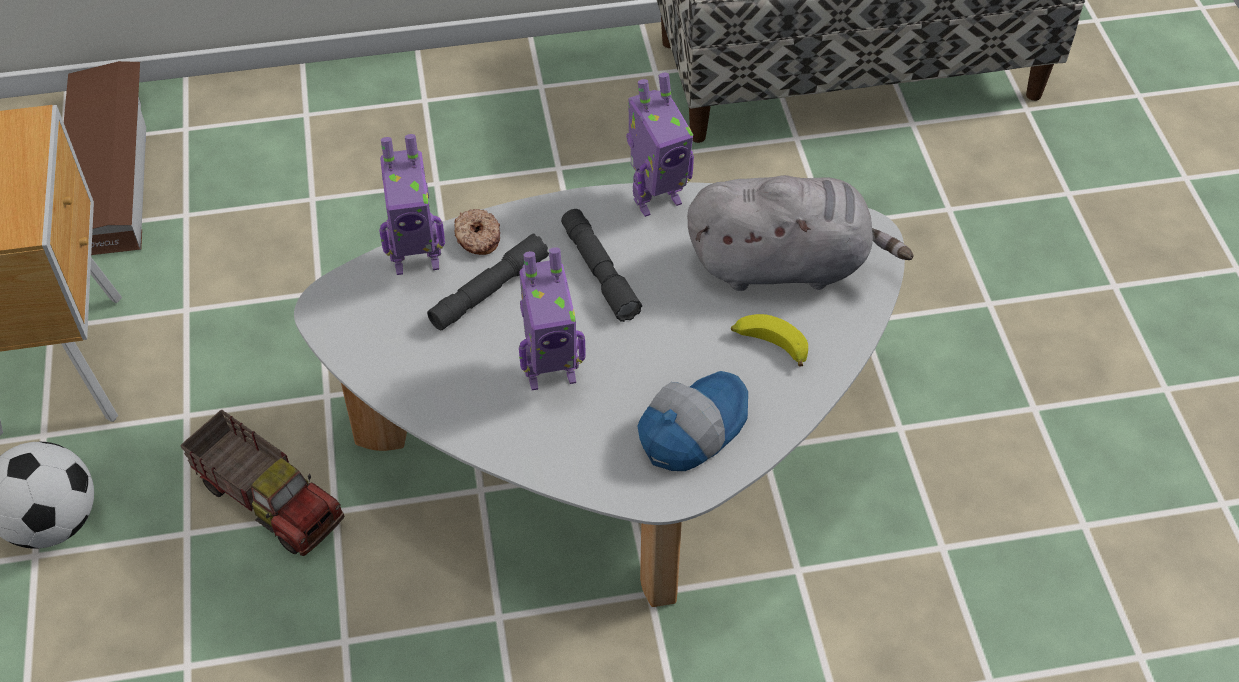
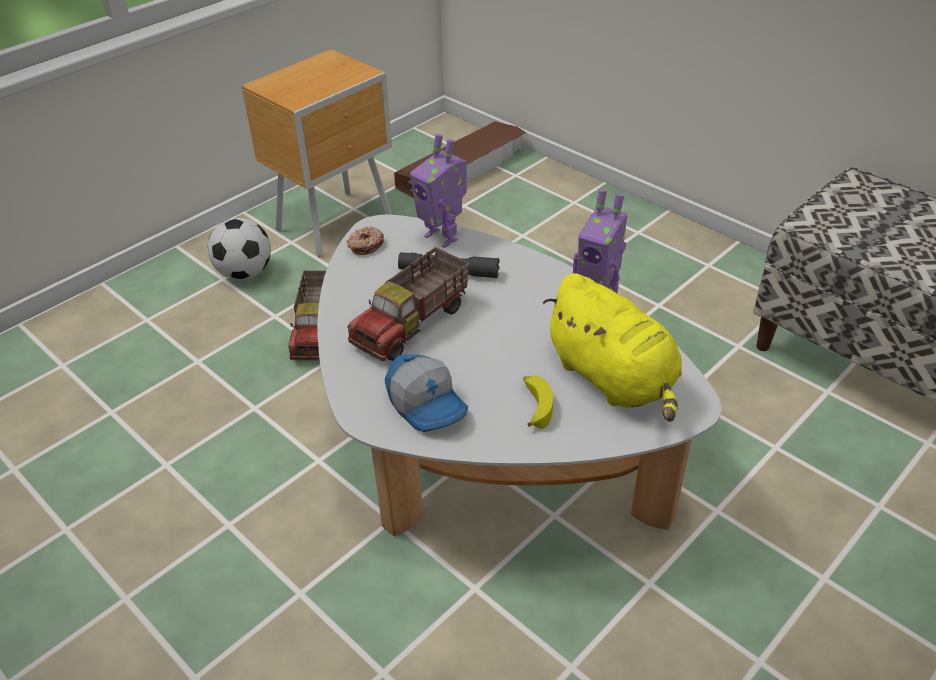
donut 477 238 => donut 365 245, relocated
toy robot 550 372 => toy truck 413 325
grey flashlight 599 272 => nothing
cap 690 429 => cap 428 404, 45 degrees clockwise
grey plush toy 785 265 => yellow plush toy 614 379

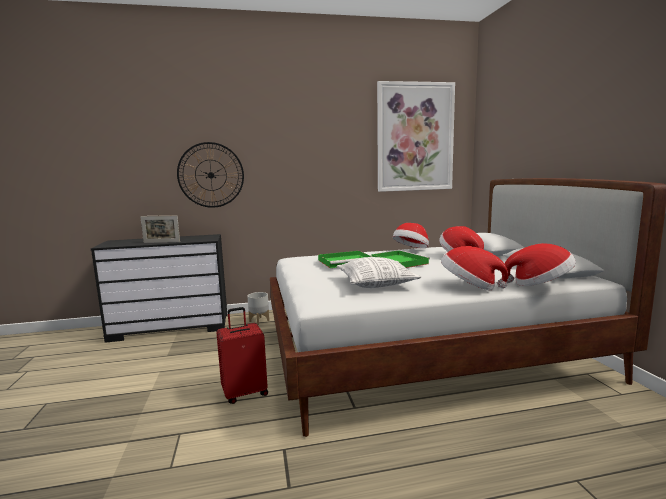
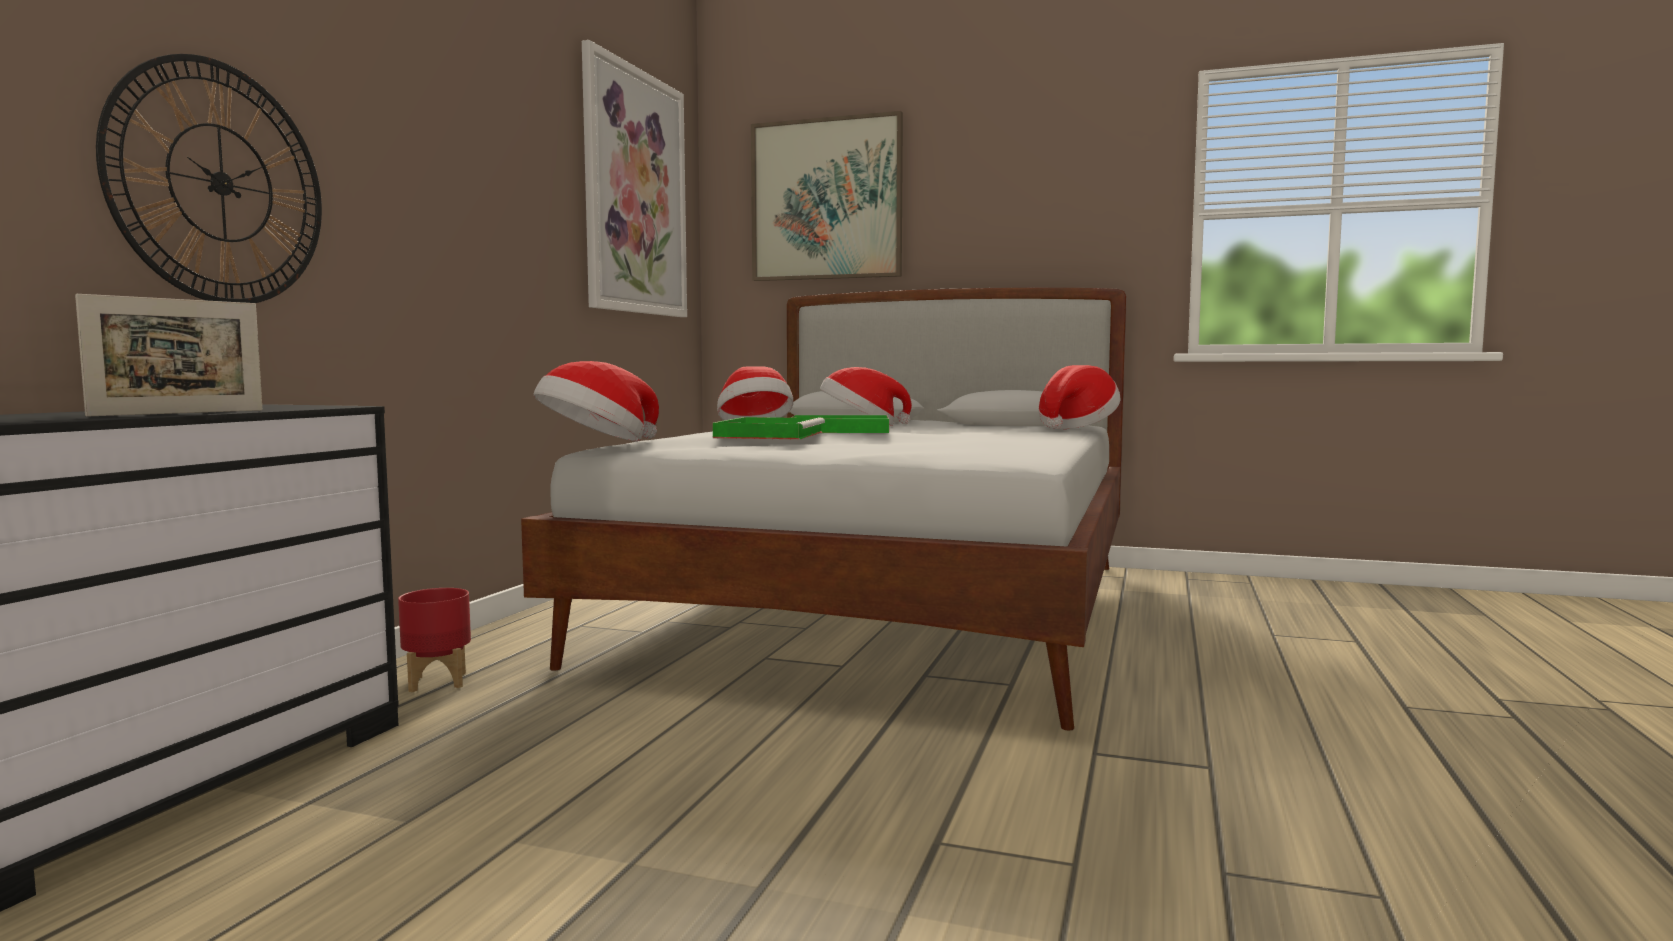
red suitcase 245 393 => nothing
grey planter 259 321 => red planter 438 682
pillow 376 284 => nothing
hat 470 287 => hat 596 443, relocated
nothing => picture 826 199

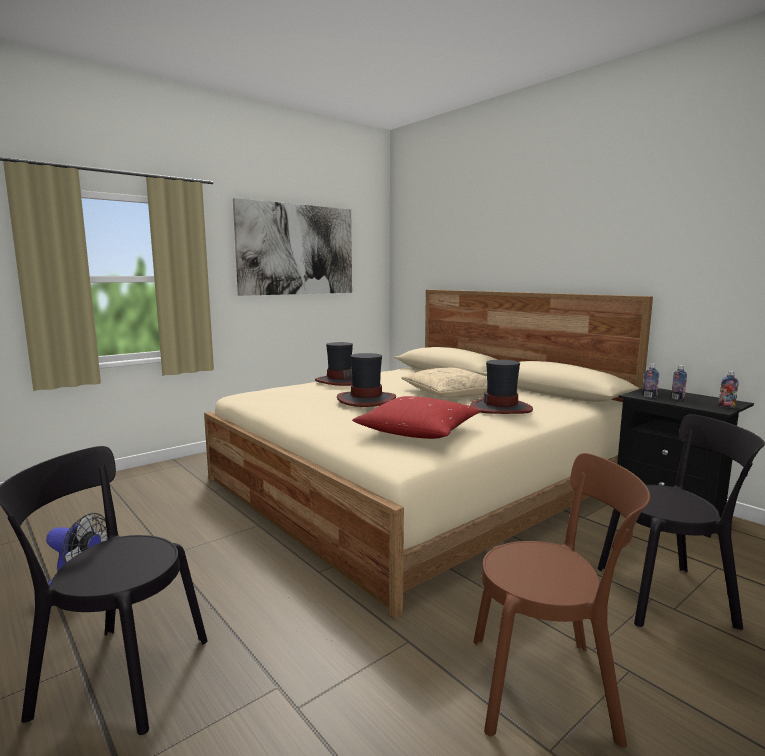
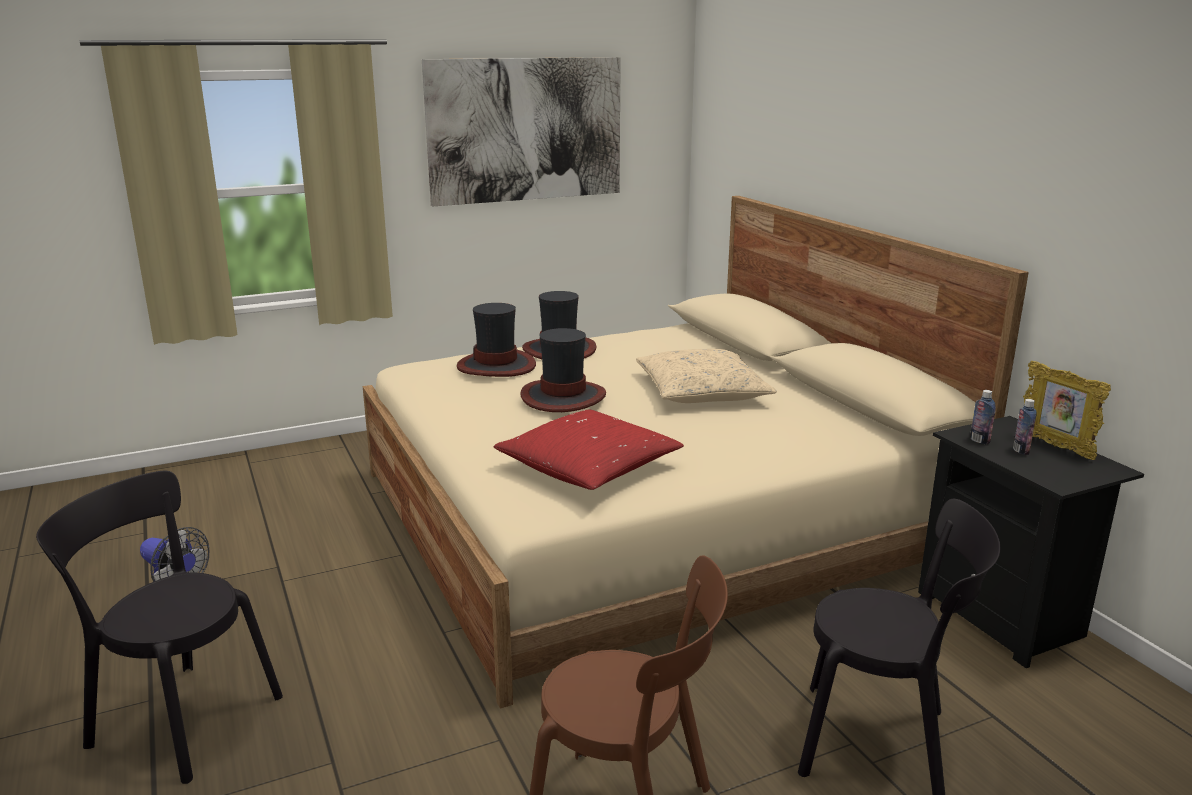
hat 501 408 => hat 497 366, relocated
bottle 726 406 => nothing
nothing => picture frame 1055 446

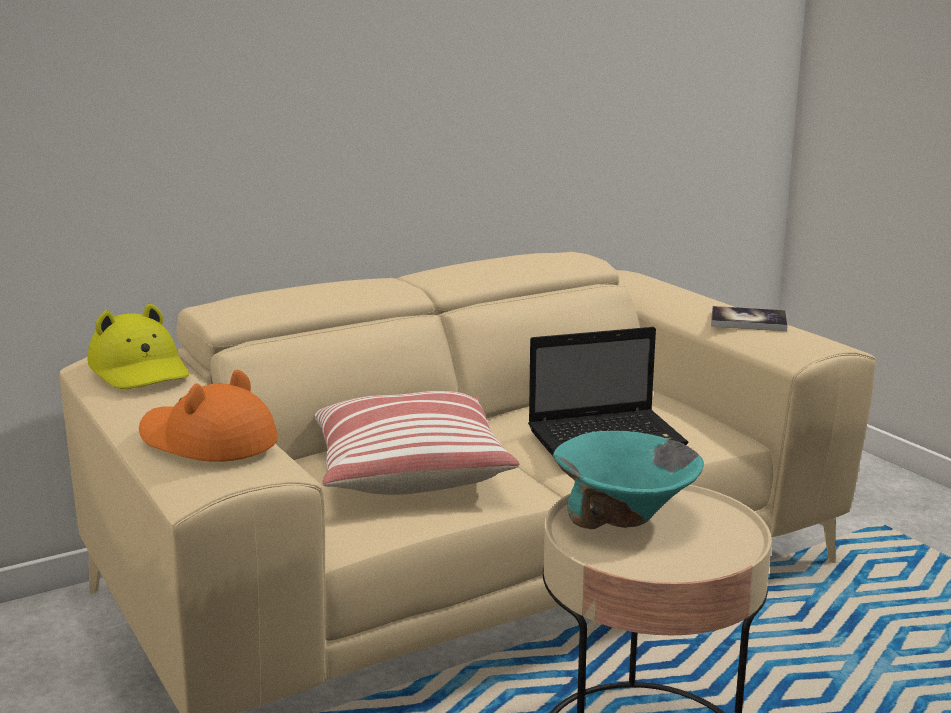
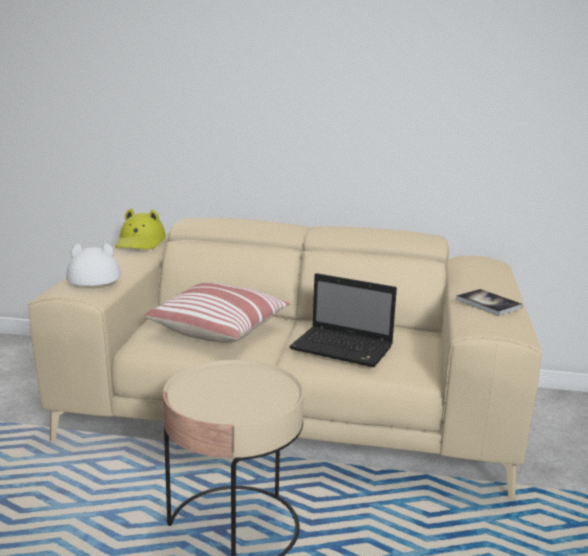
orange hat 207 441 => white hat 94 276
turquoise bowl 625 516 => nothing

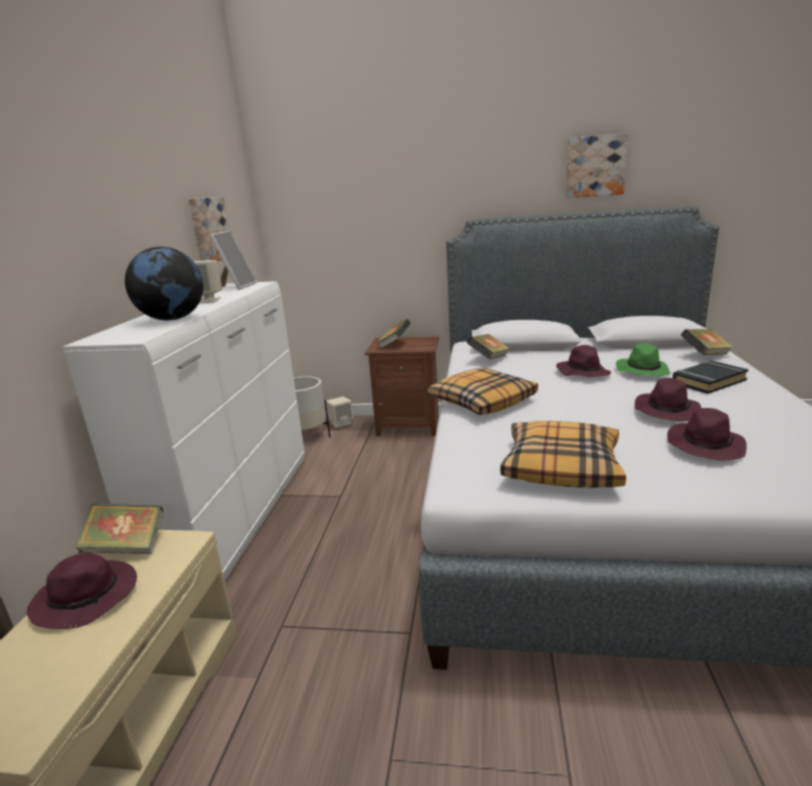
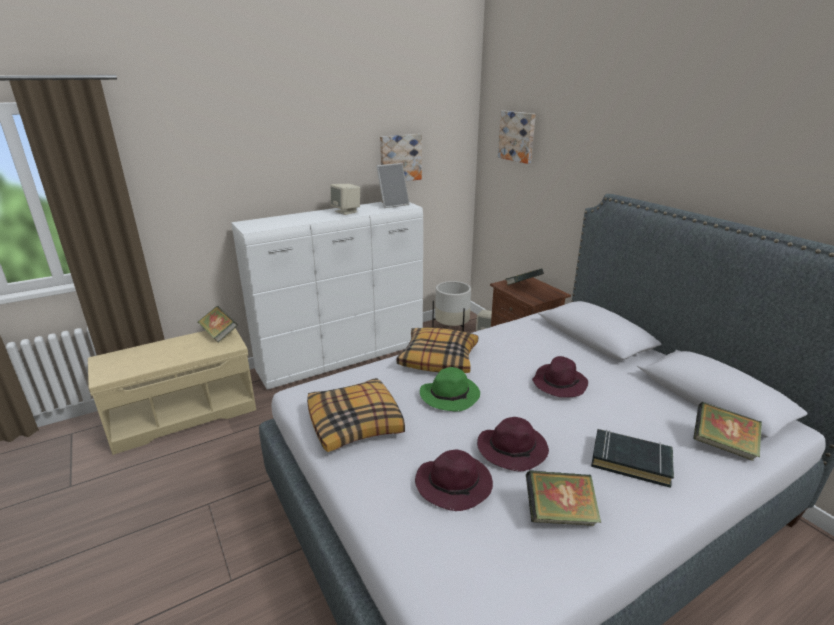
purple hat 88 597 => nothing
globe 173 319 => nothing
book 489 359 => book 559 514, relocated
picture 595 166 => picture 517 136, relocated
green hat 642 371 => green hat 450 395, relocated

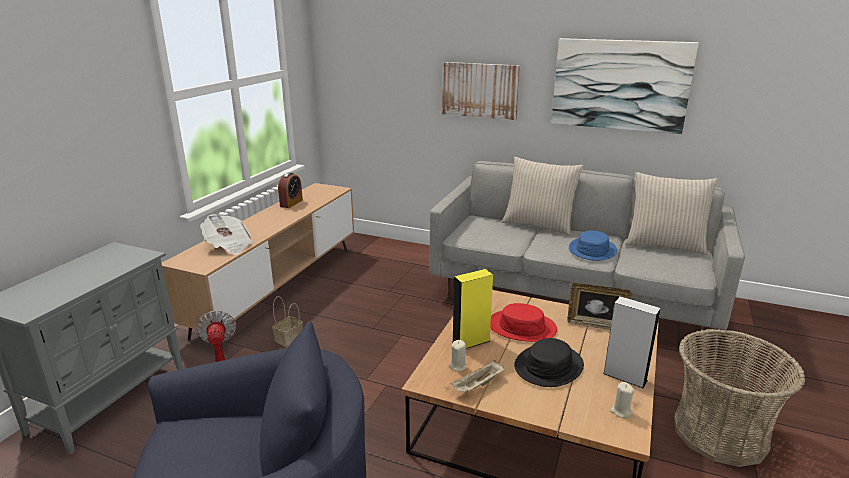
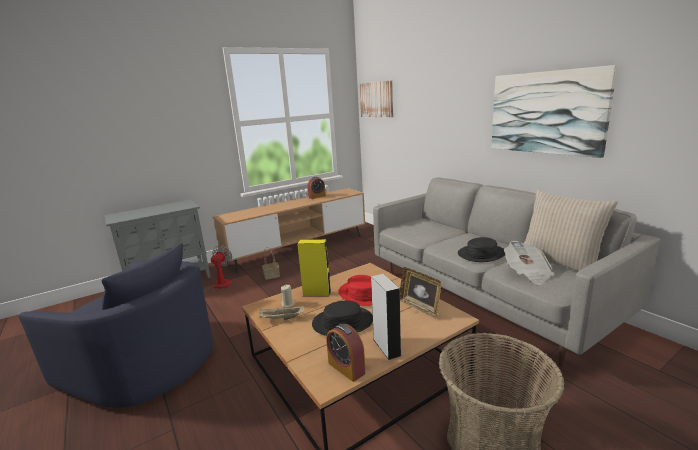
newspaper 228 246 => newspaper 527 274, relocated
picture 480 90 => picture 376 99, relocated
beige pillow 538 225 => nothing
blue hat 592 250 => black hat 481 254
beige candle 621 411 => alarm clock 346 368

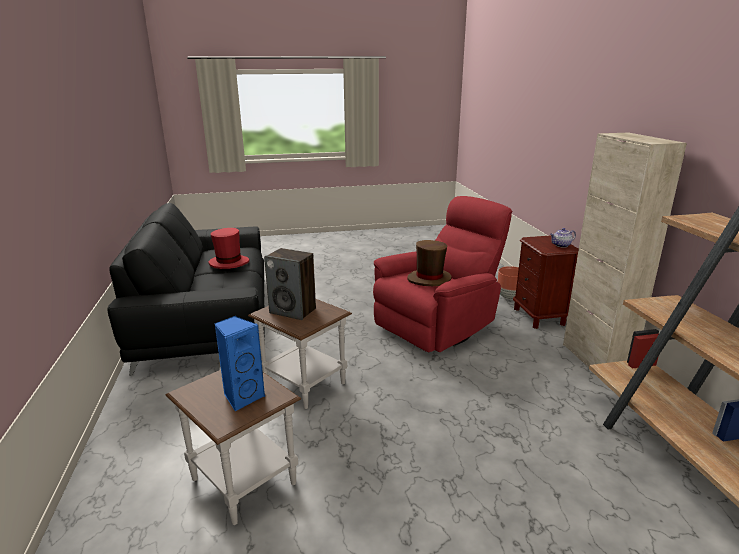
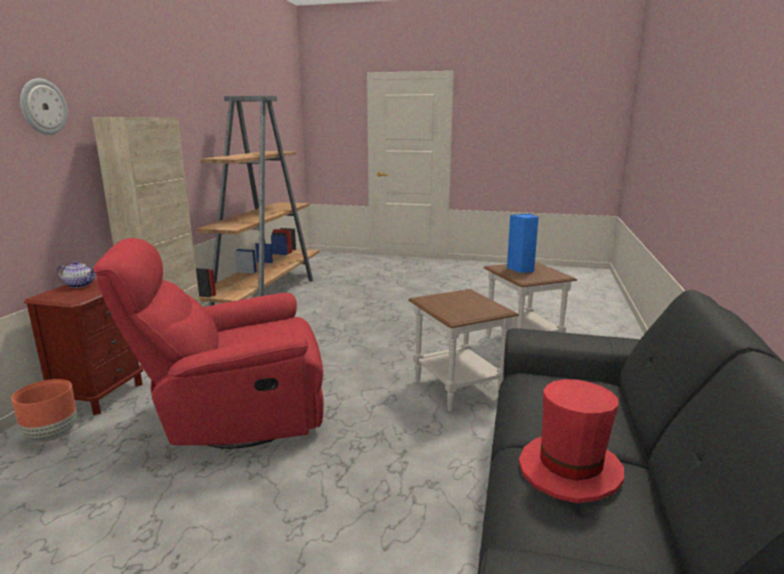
speaker 293 311 => nothing
brown hat 429 279 => nothing
nothing => wall clock 43 107

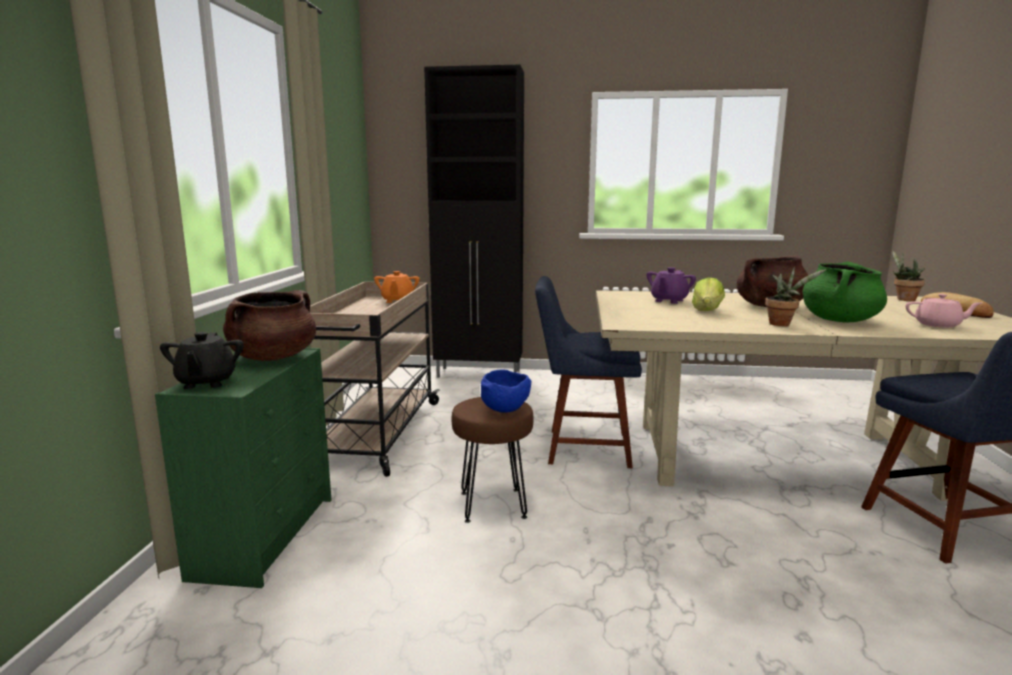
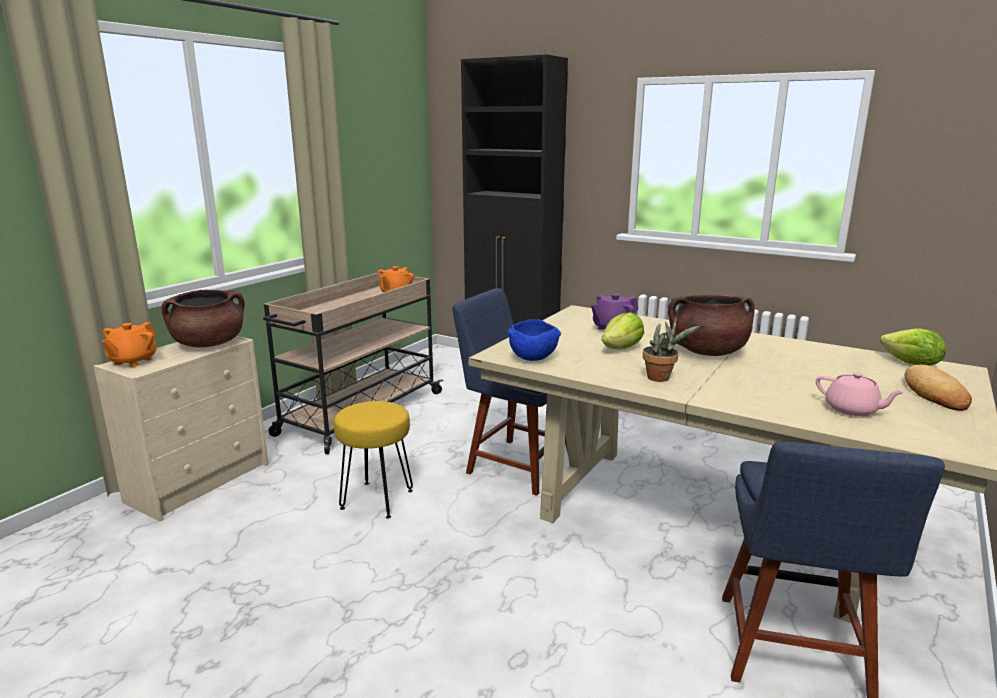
green dresser 266 535 => beige dresser 200 482
black teapot 206 382 => orange teapot 133 361
brown stool 493 504 => yellow stool 378 499
blue bowl 505 409 => blue bowl 533 358, relocated
green cooking pot 839 320 => nothing
potted plant 903 299 => lettuce 911 364

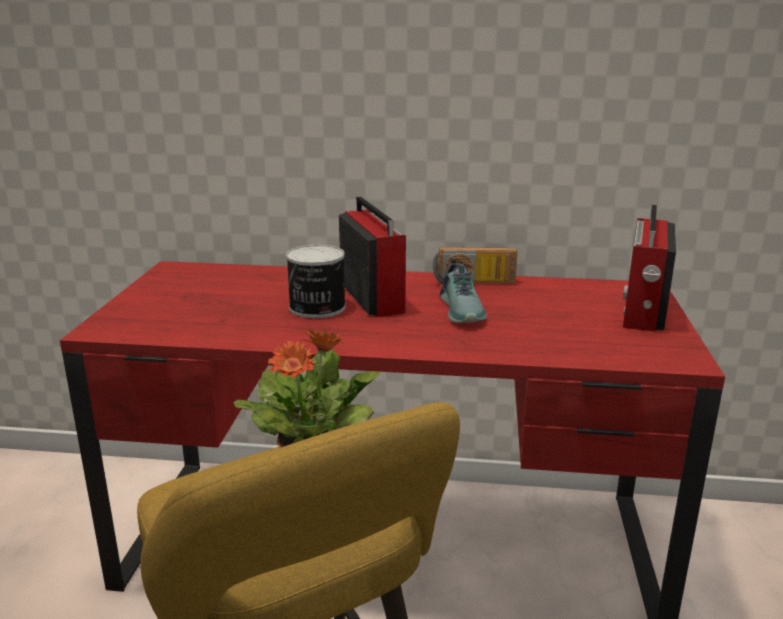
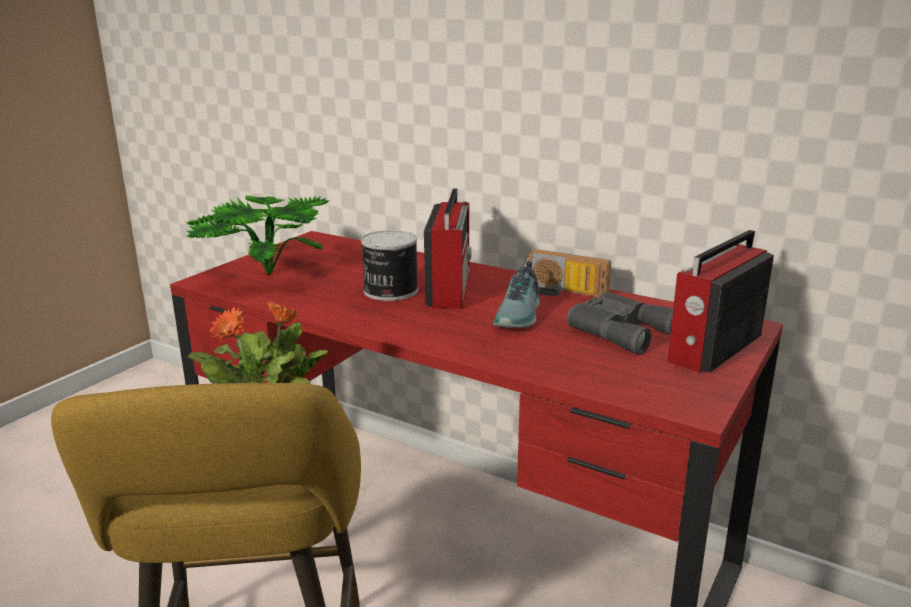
nothing => potted plant 263 277
nothing => grey binoculars 617 329

